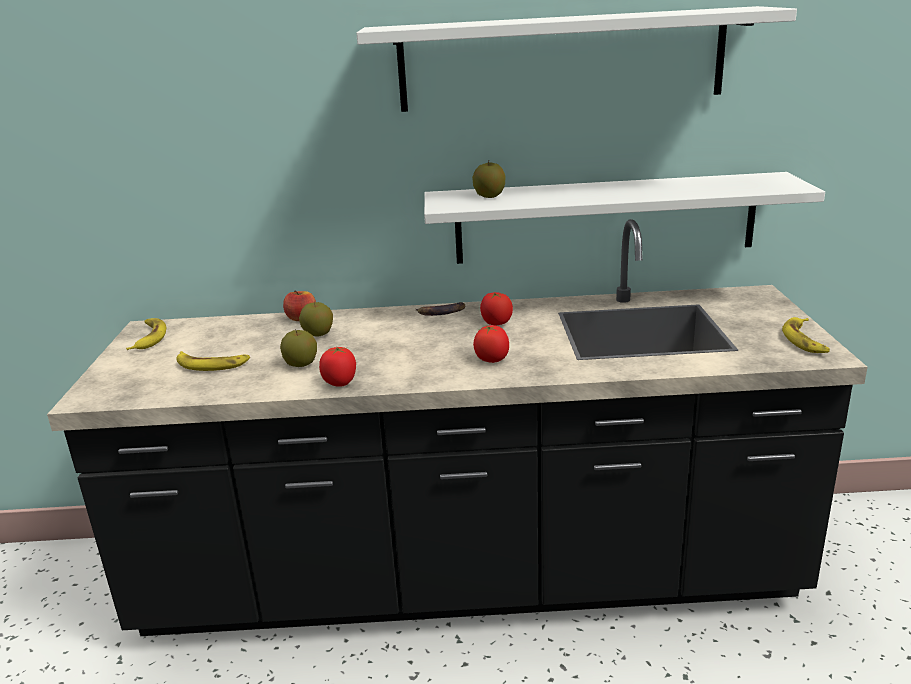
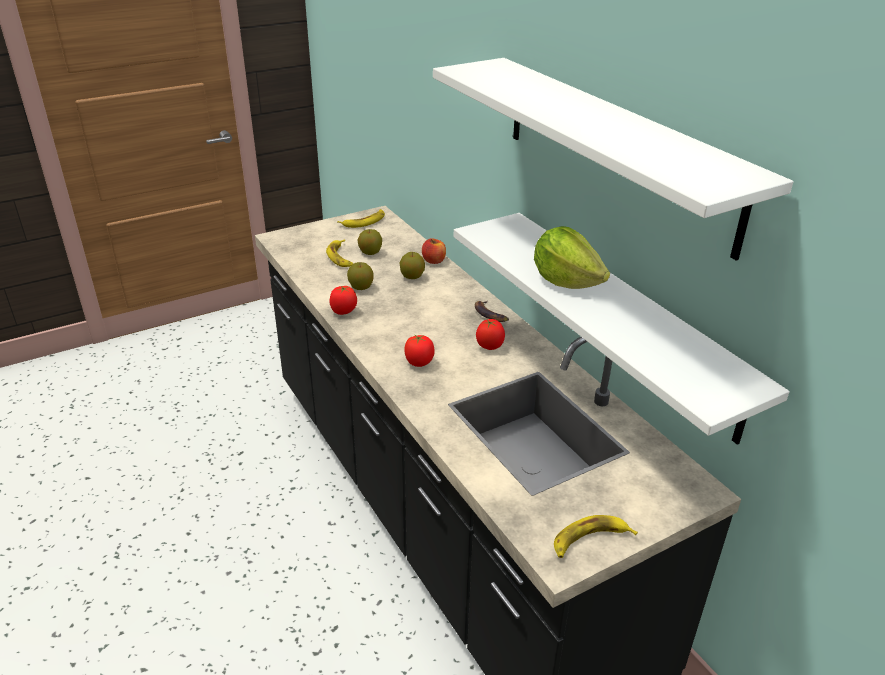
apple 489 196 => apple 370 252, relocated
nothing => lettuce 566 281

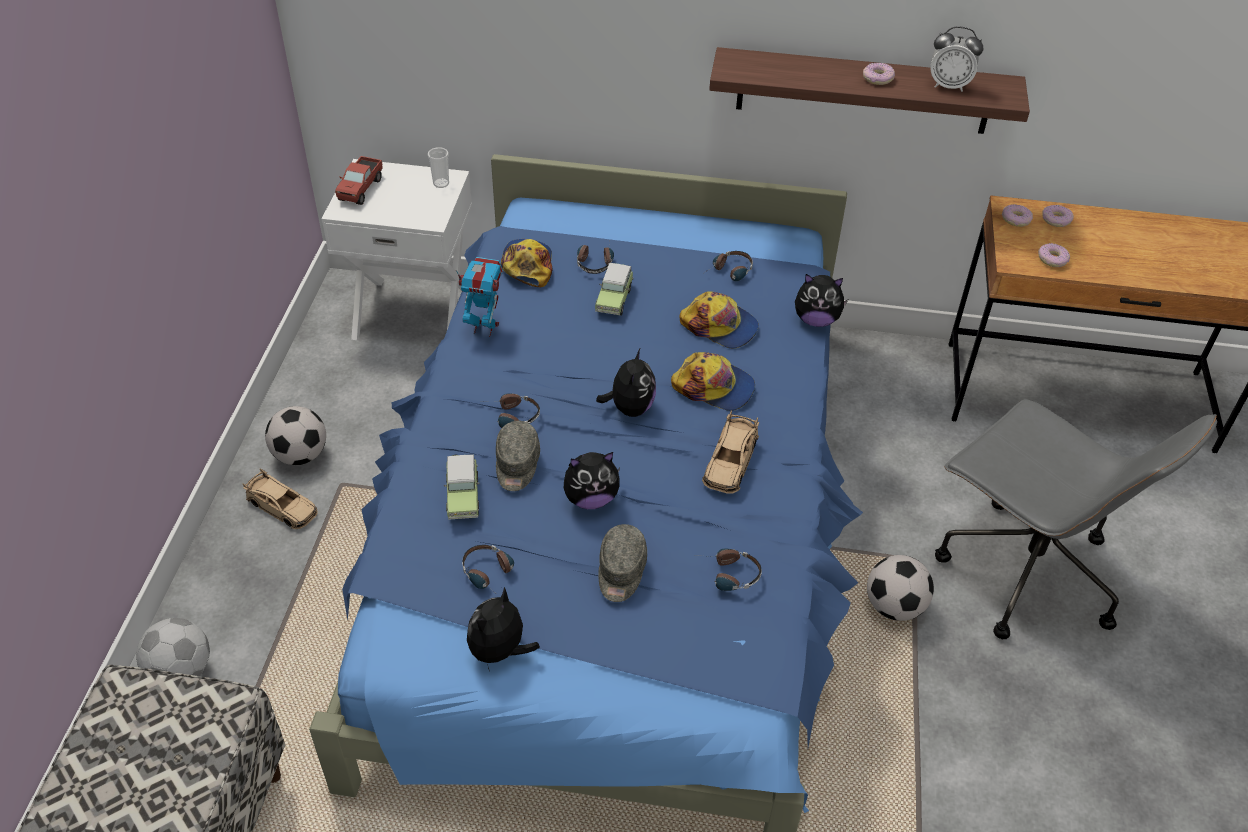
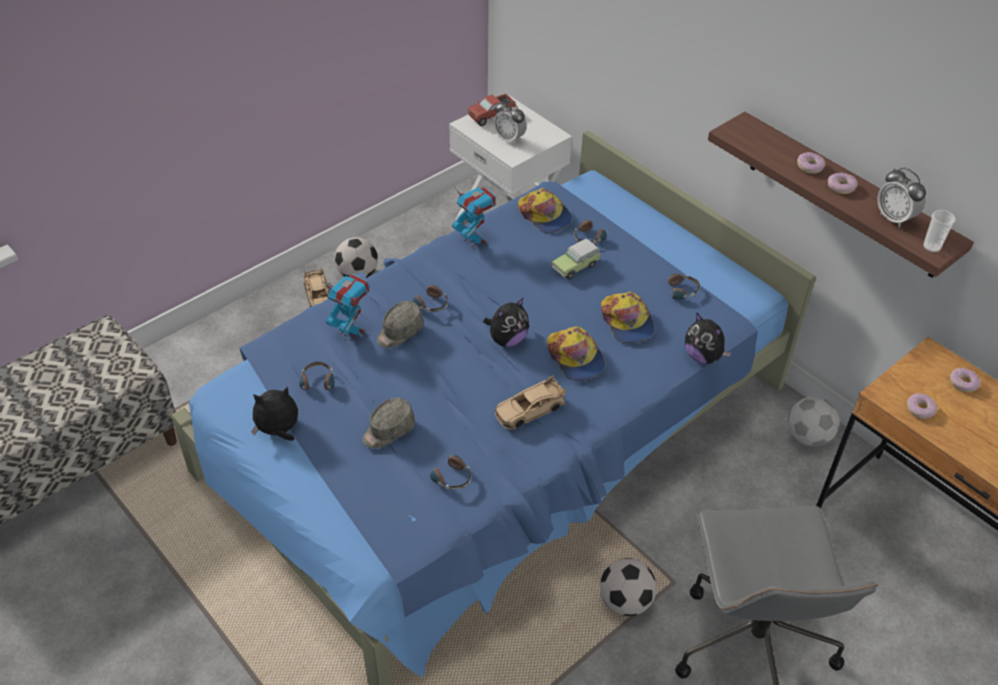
football 181 671 => football 807 436, relocated
cup 441 183 => cup 931 247, relocated
toy car 463 496 => toy robot 351 331
cap 528 265 => cap 545 216, 105 degrees clockwise
plush toy 591 498 => nothing
donut 1016 219 => donut 810 166, relocated
nothing => alarm clock 509 138

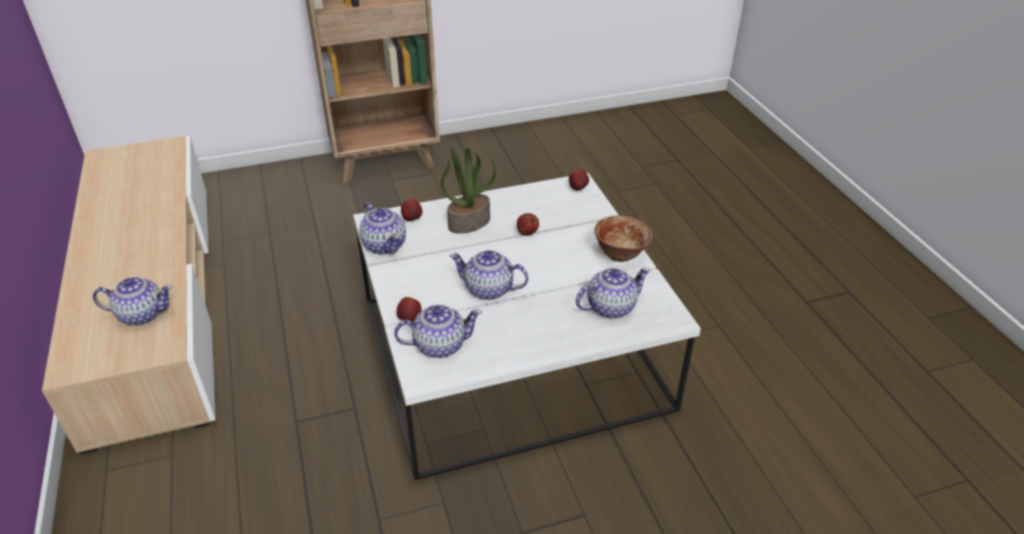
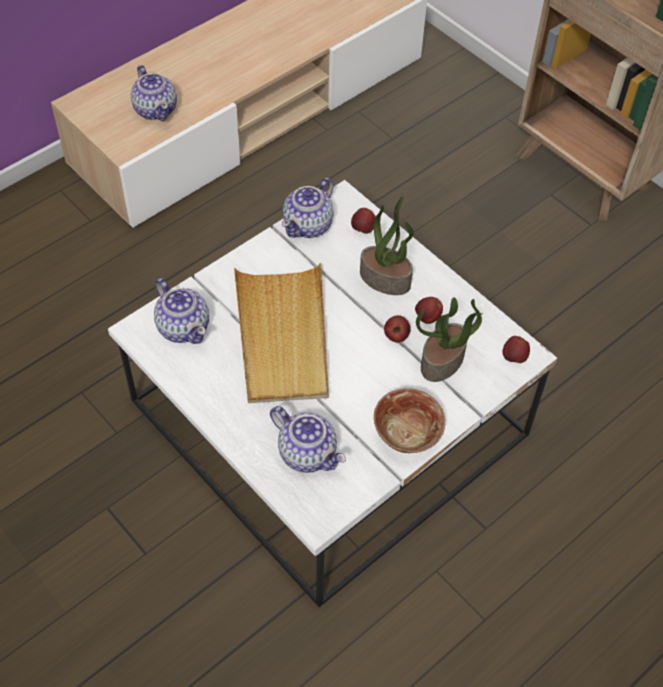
apple 410 319 => apple 427 318, relocated
teapot 489 290 => beige tray 282 337
nothing => potted plant 443 361

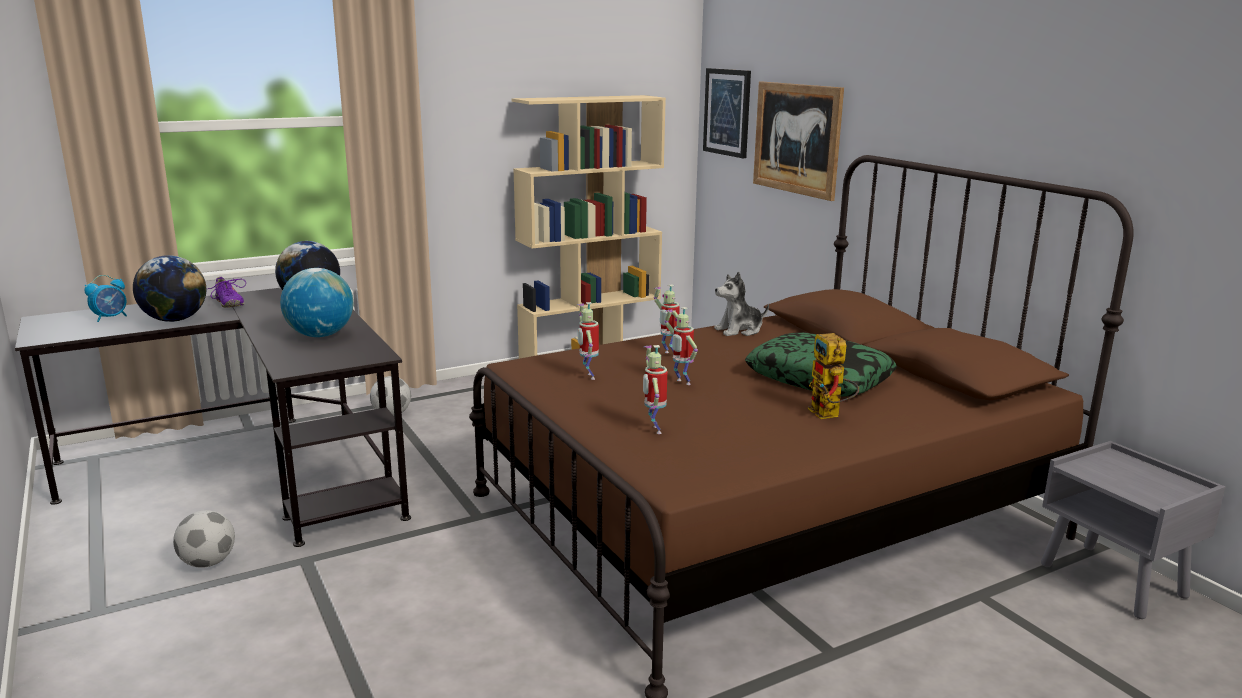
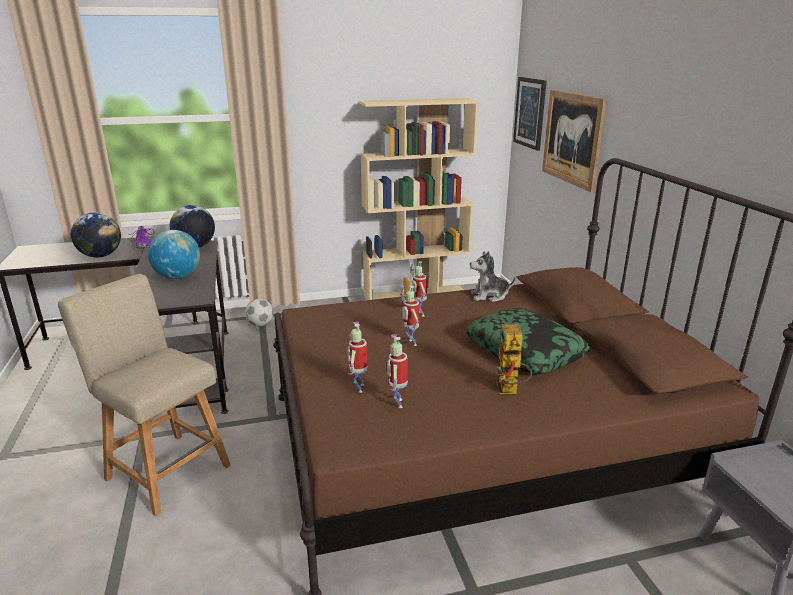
alarm clock 111 318 => nothing
football 208 563 => nothing
toy robot 588 376 => toy robot 397 403, relocated
nothing => beige chair 164 469

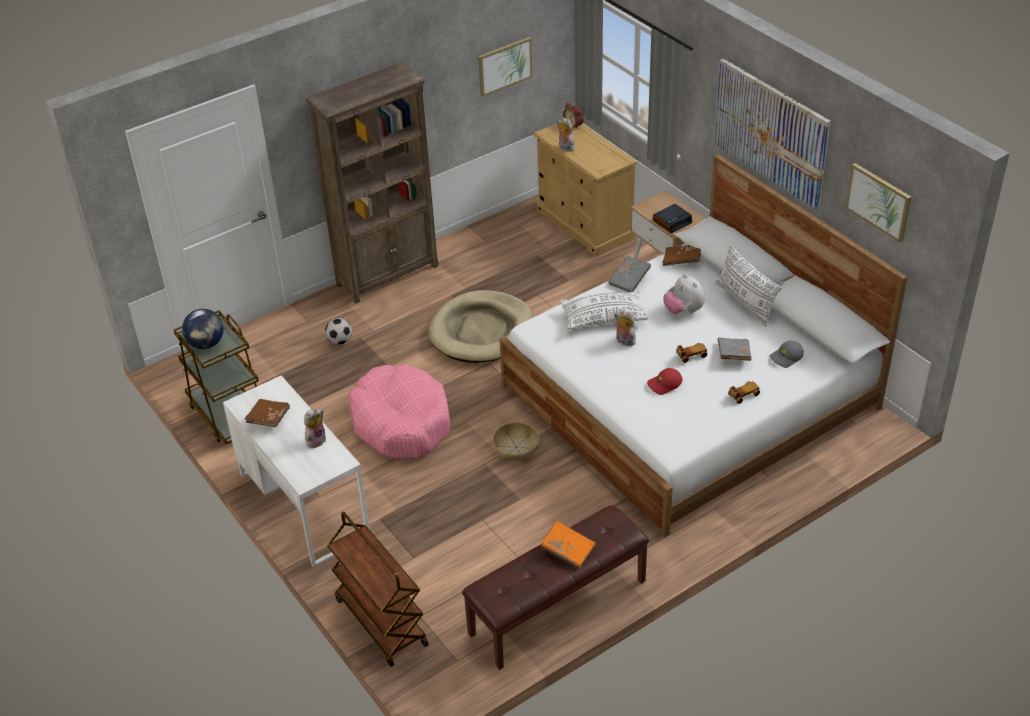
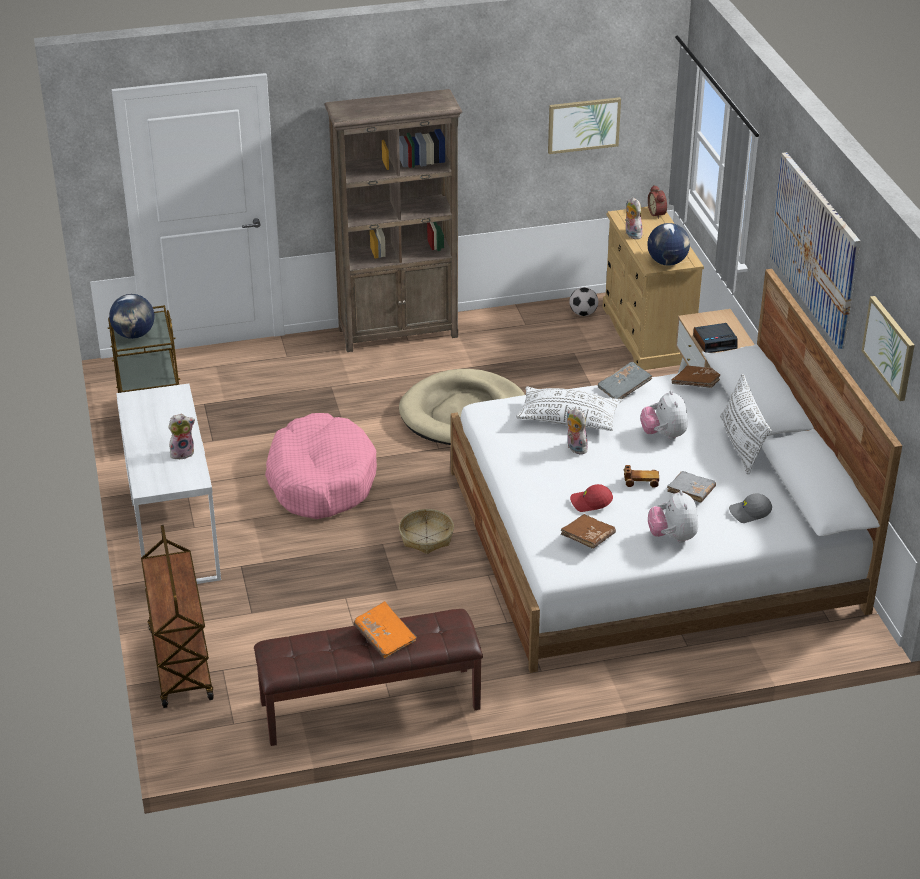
brown book 268 419 => brown book 587 538, relocated
football 340 341 => football 583 313, relocated
toy car 743 395 => plush toy 672 537
nothing => globe 667 262

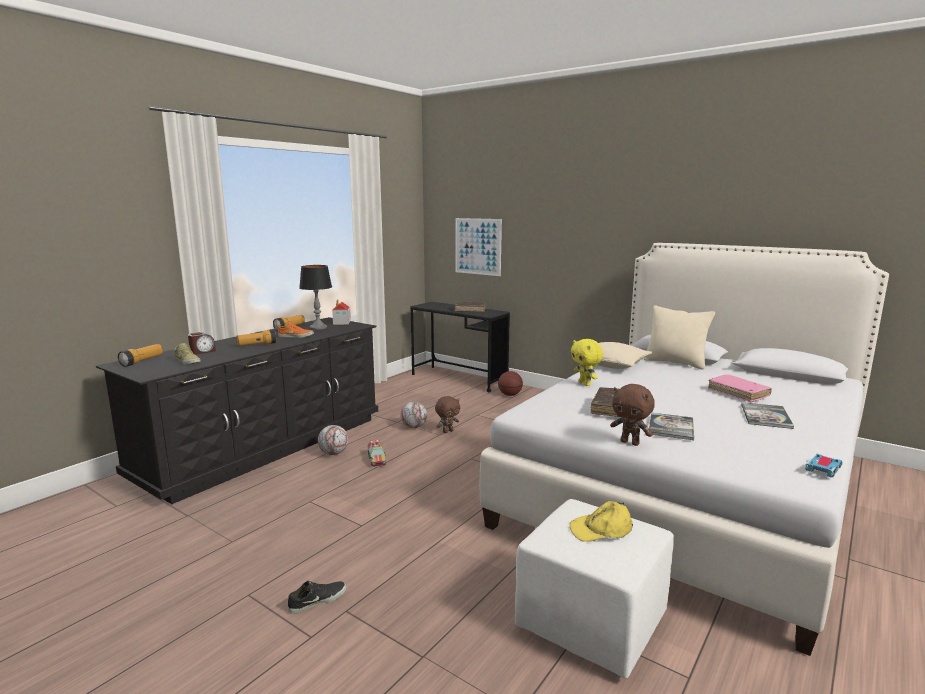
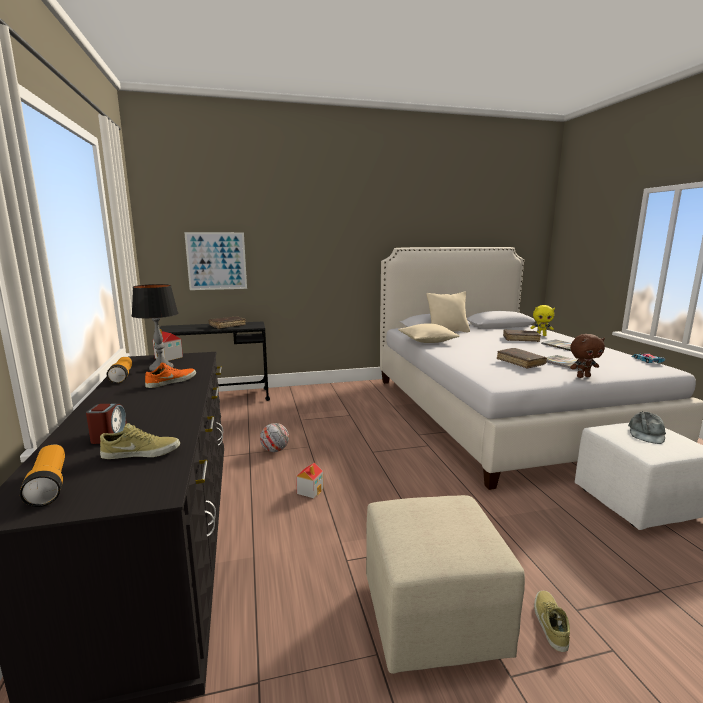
flashlight 257 345 => nothing
black shoe 317 600 => beige shoe 549 623
football 334 453 => nothing
toy truck 376 459 => toy house 310 490
brown plush toy 447 431 => nothing
basketball 510 395 => nothing
yellow cap 601 529 => grey cap 646 433
yellow plush toy 585 384 => yellow plush toy 541 335, relocated
pink book 738 393 => brown book 521 339
nothing => beige ottoman 431 616

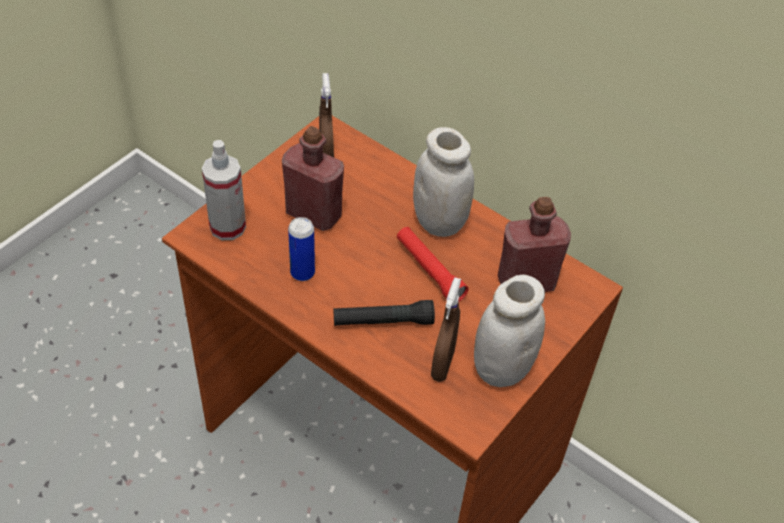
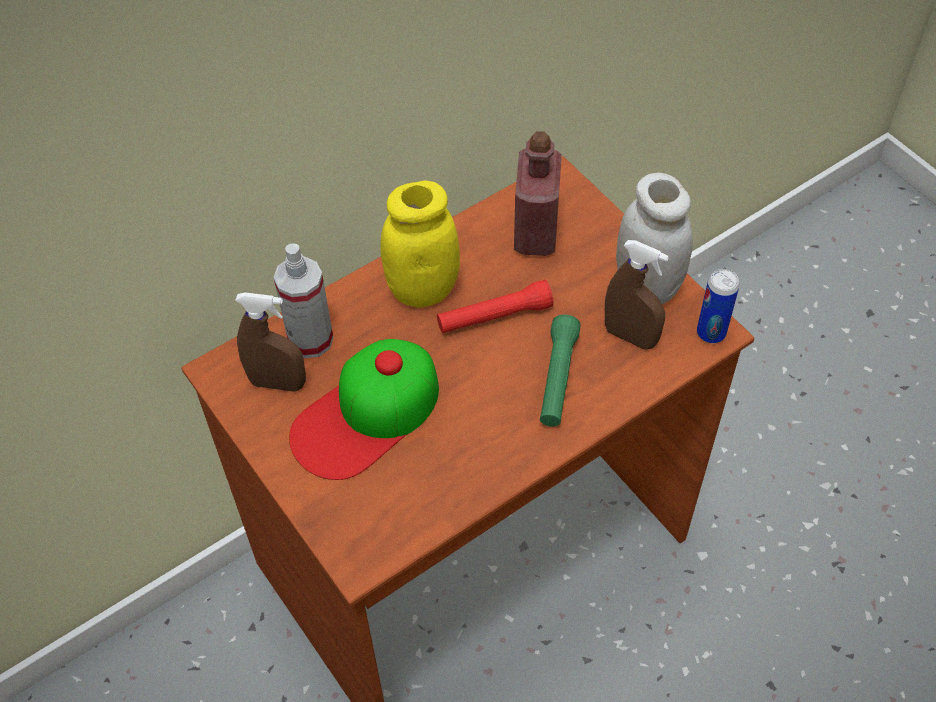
spray bottle 227 227 => spray bottle 310 340, relocated
red bottle 313 214 => cap 366 415
can 302 273 => can 711 333, relocated
black flashlight 383 321 => green flashlight 557 378
white jar 439 222 => yellow jar 422 289

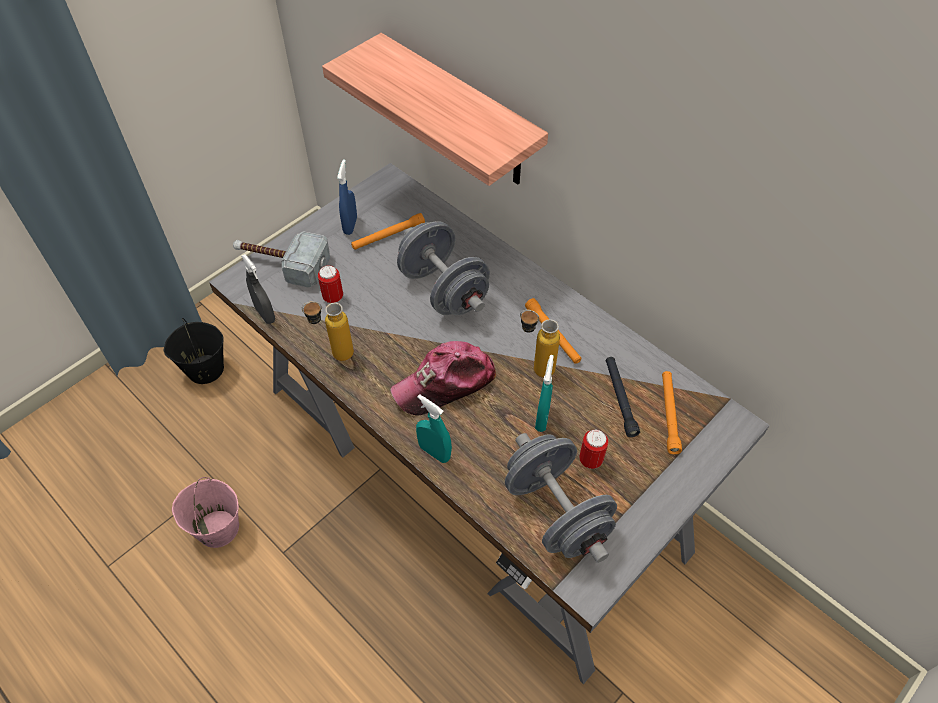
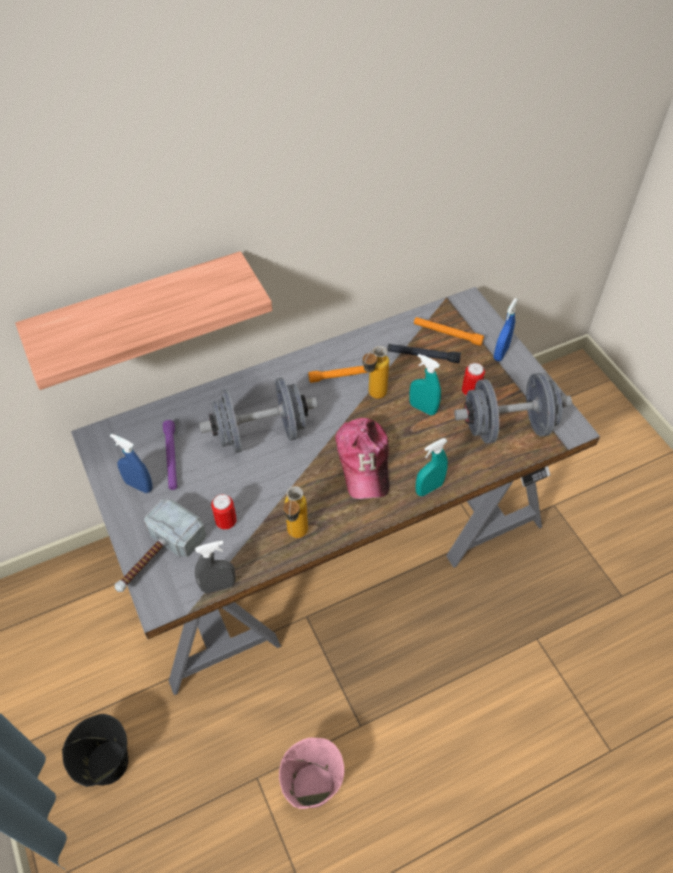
orange flashlight 388 236 => purple flashlight 171 458
nothing => blue spray bottle 501 353

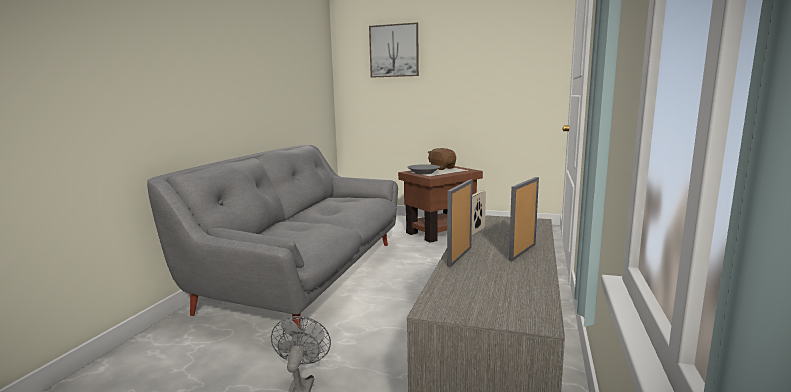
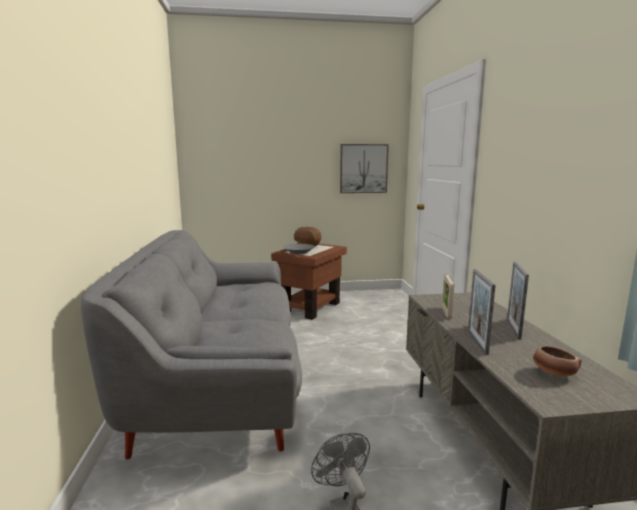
picture 394 51 => picture 363 168, relocated
nothing => bowl 553 373

